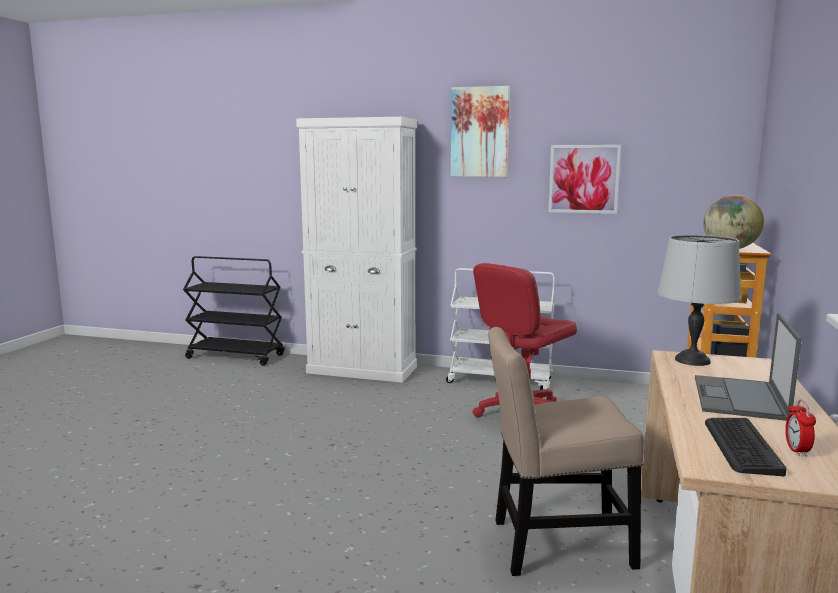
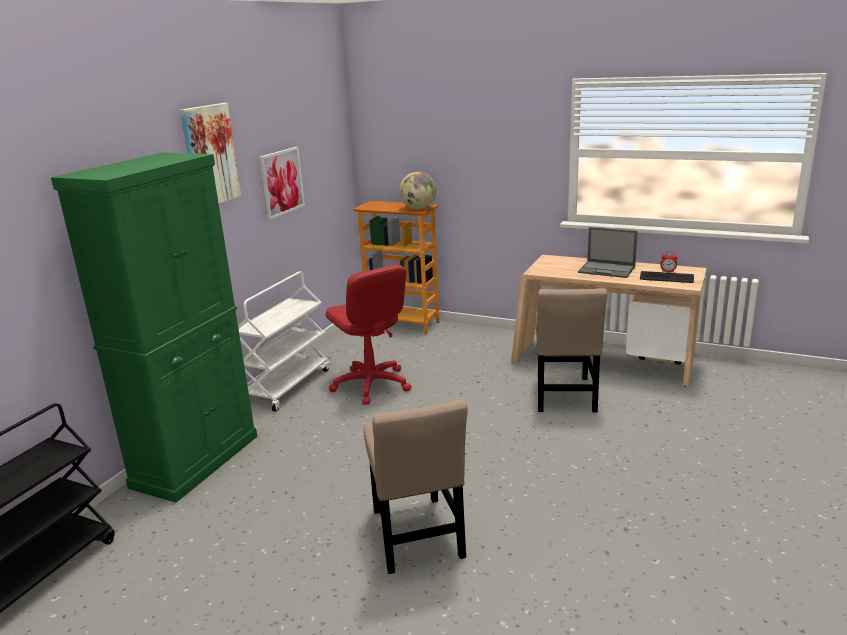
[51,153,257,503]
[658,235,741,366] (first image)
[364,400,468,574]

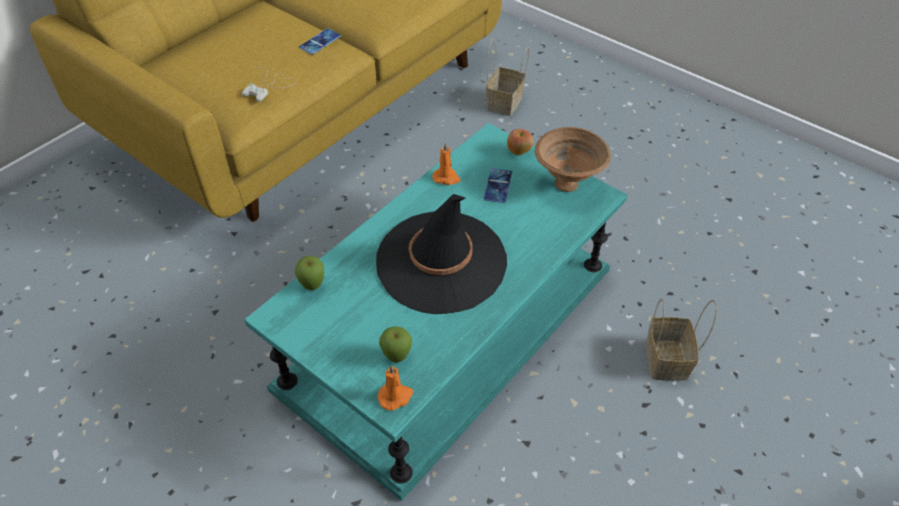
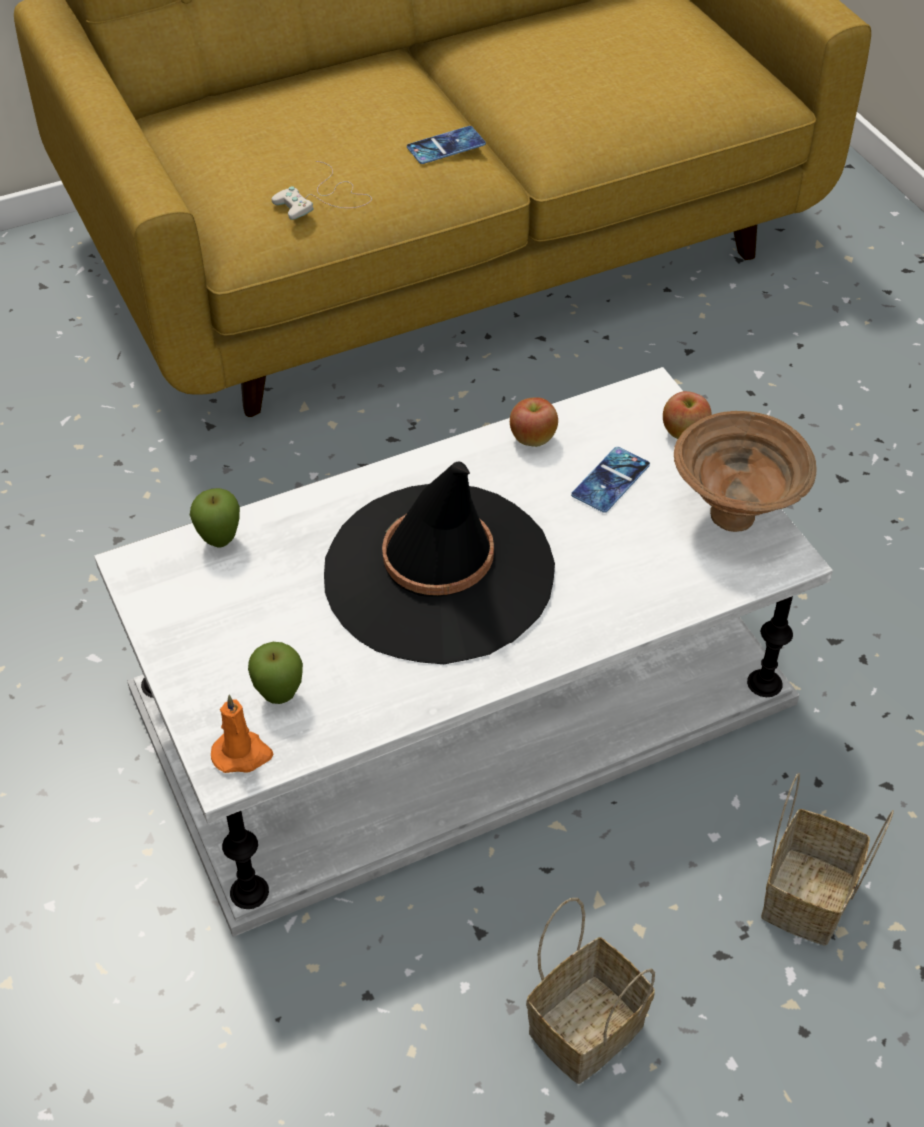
[526,898,655,1084]
[94,367,833,937]
[510,397,558,447]

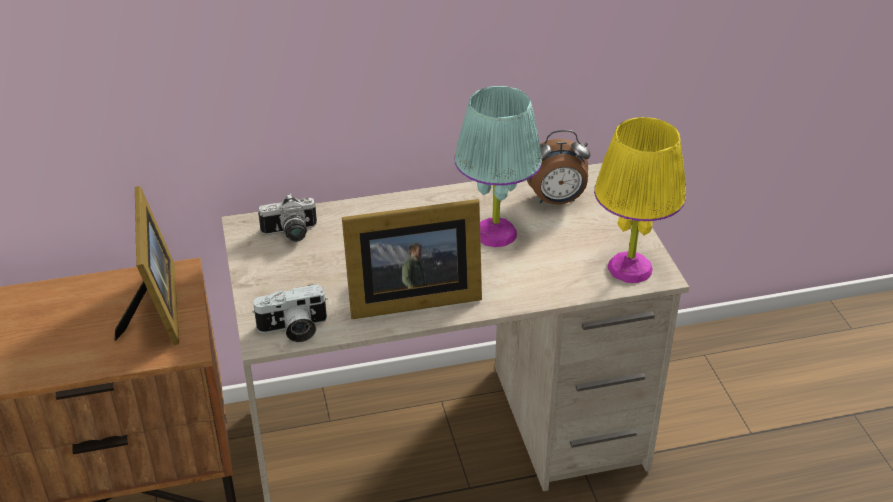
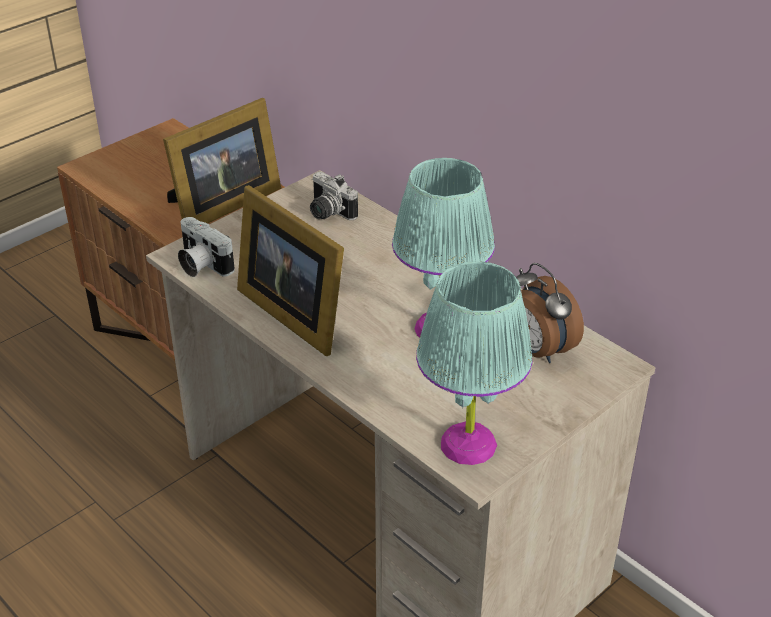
[416,261,533,465]

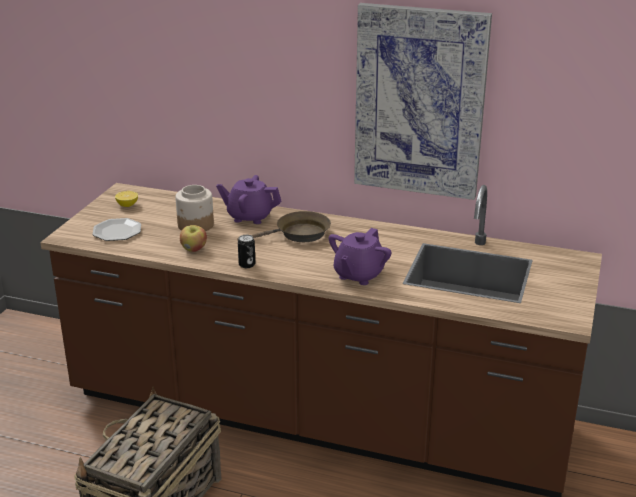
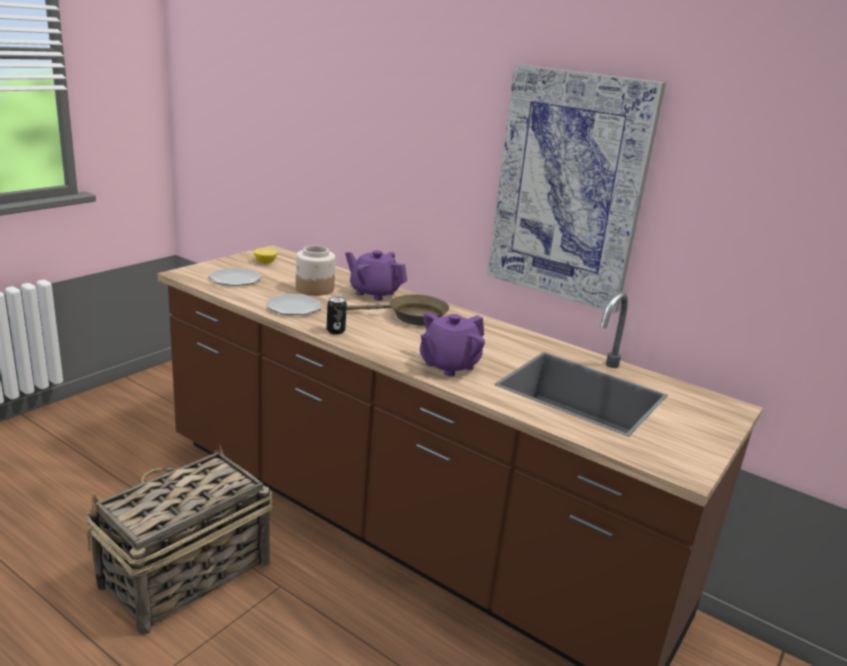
[267,294,321,315]

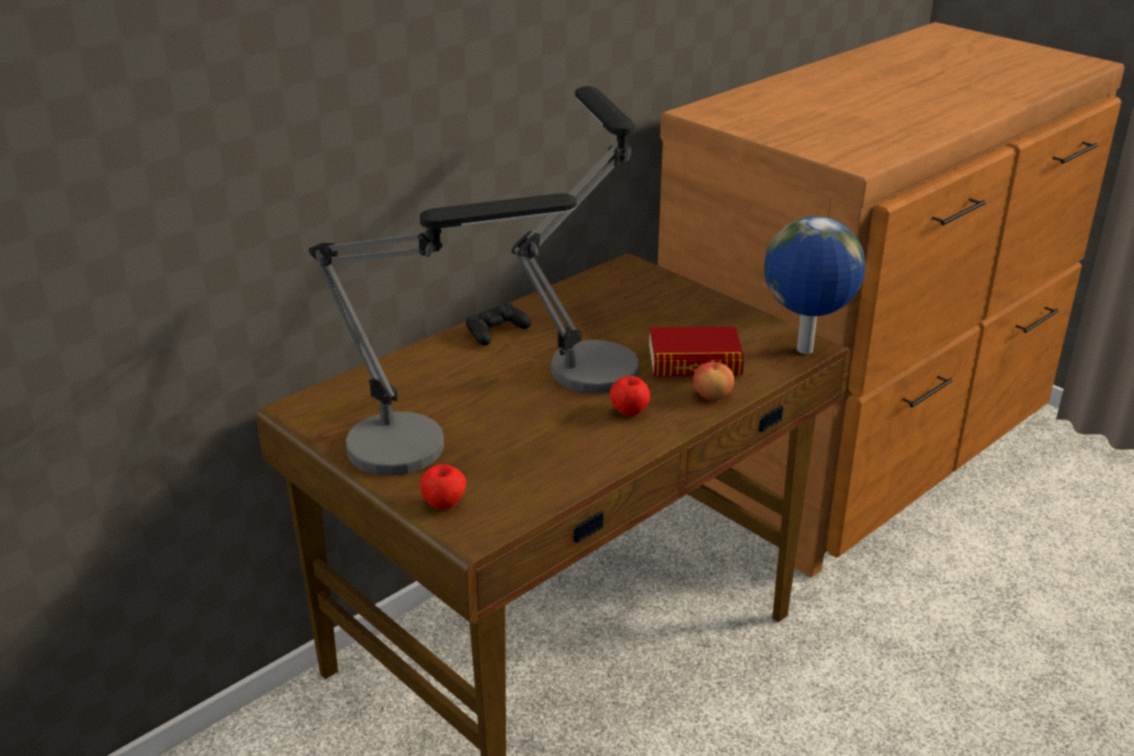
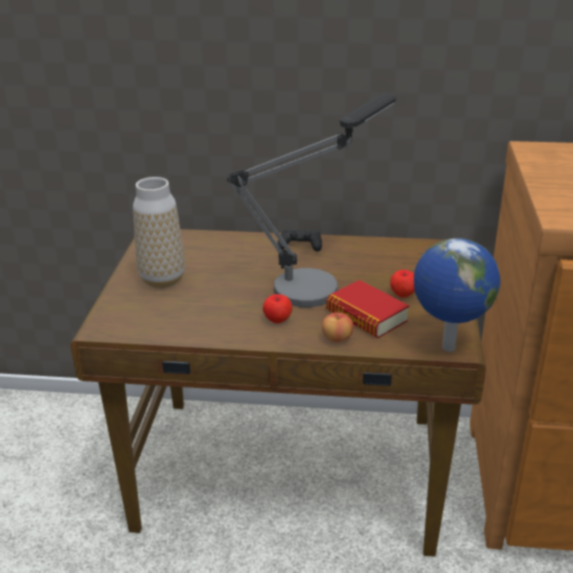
[133,177,185,288]
[390,270,415,298]

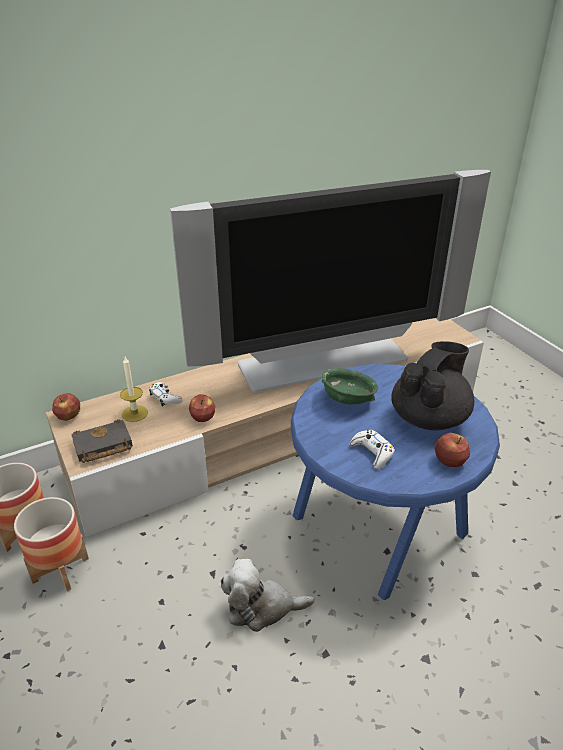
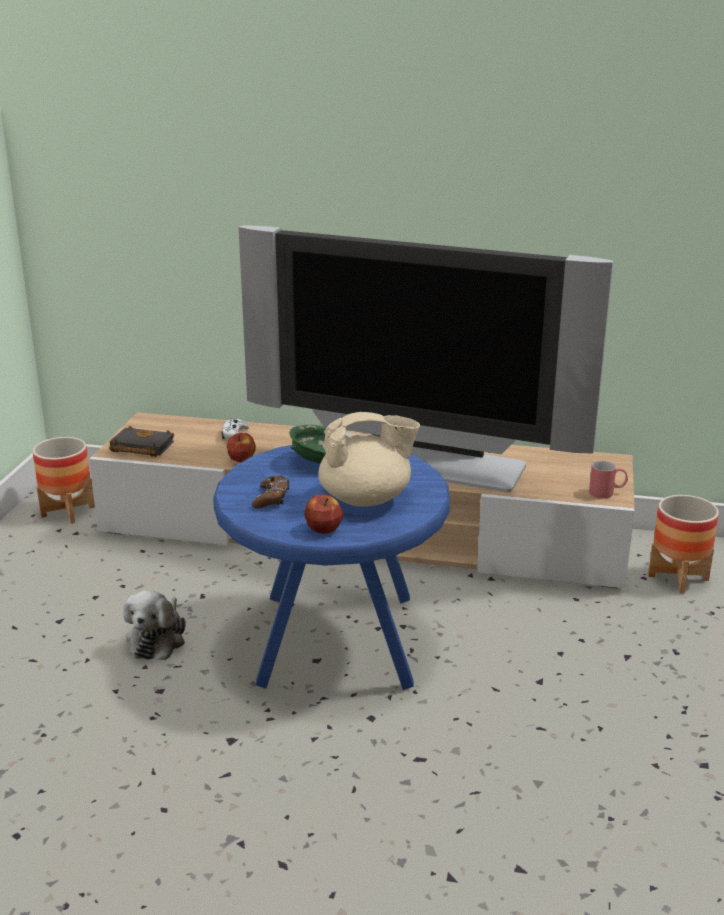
[318,412,420,507]
[120,357,148,422] (first image)
[52,393,80,421] (first image)
[252,475,289,509]
[648,495,719,594]
[123,590,186,660]
[589,461,628,499]

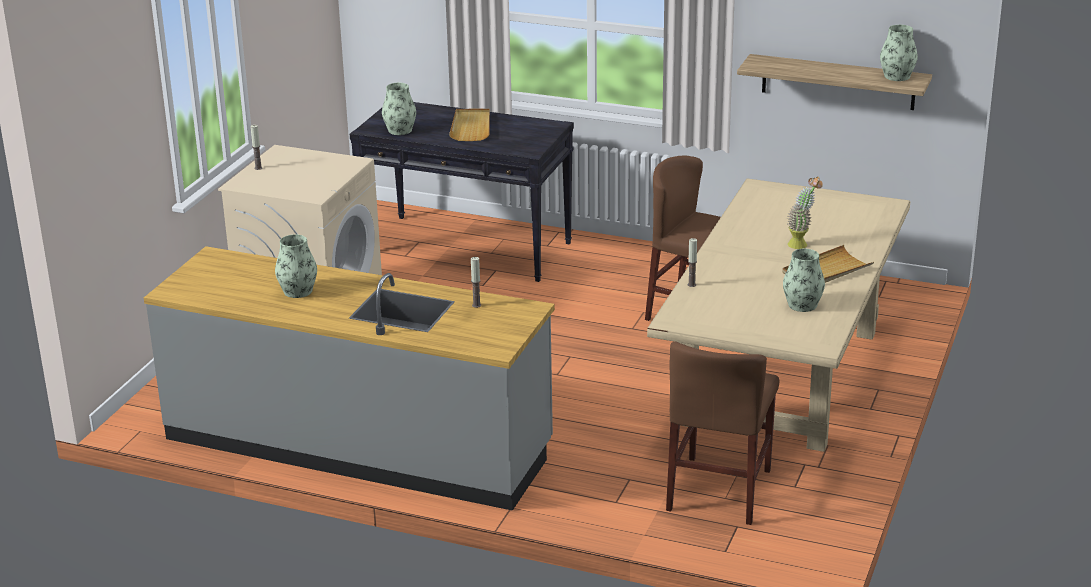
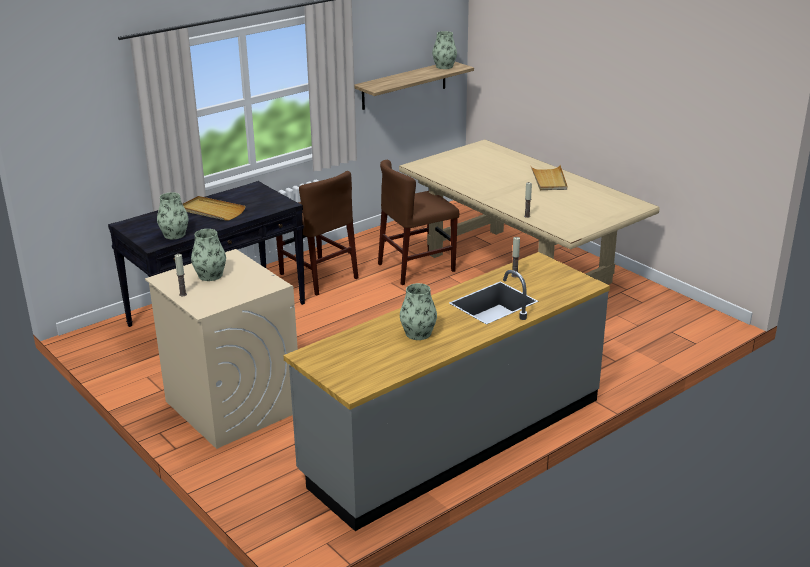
[787,176,823,249] (first image)
[191,229,226,281]
[276,171,358,296]

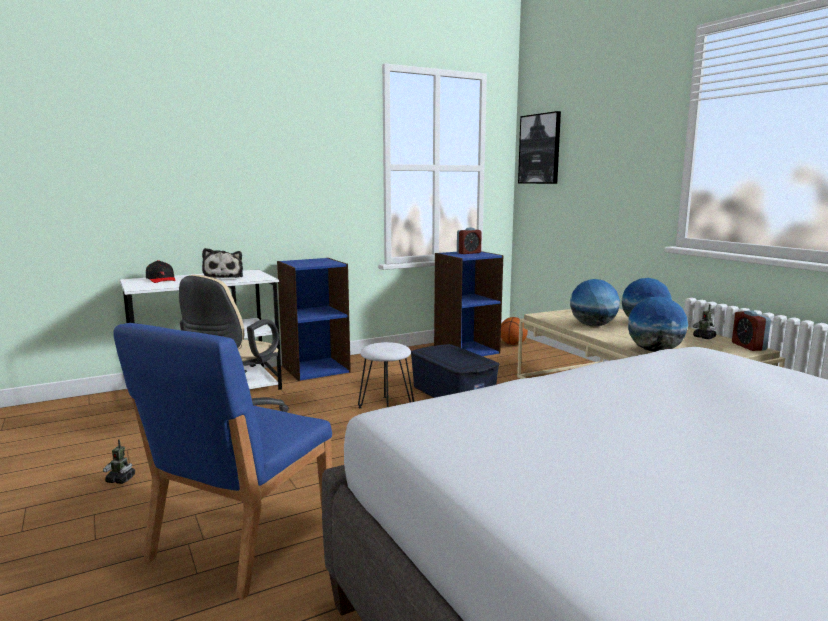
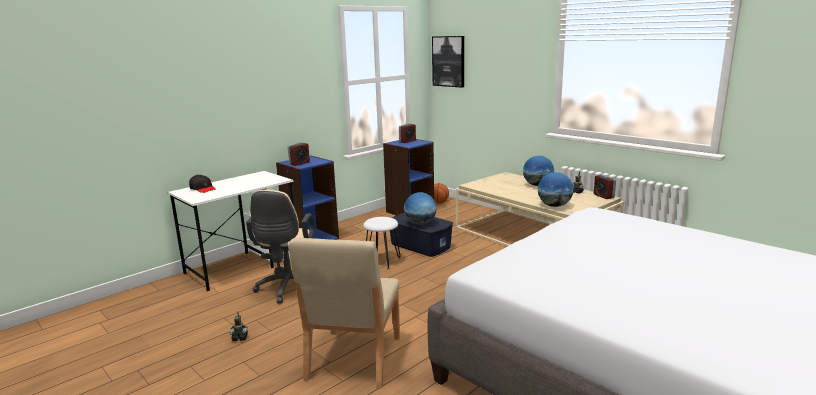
[202,248,243,278] (first image)
[404,192,436,225]
[288,238,400,389]
[288,142,310,166]

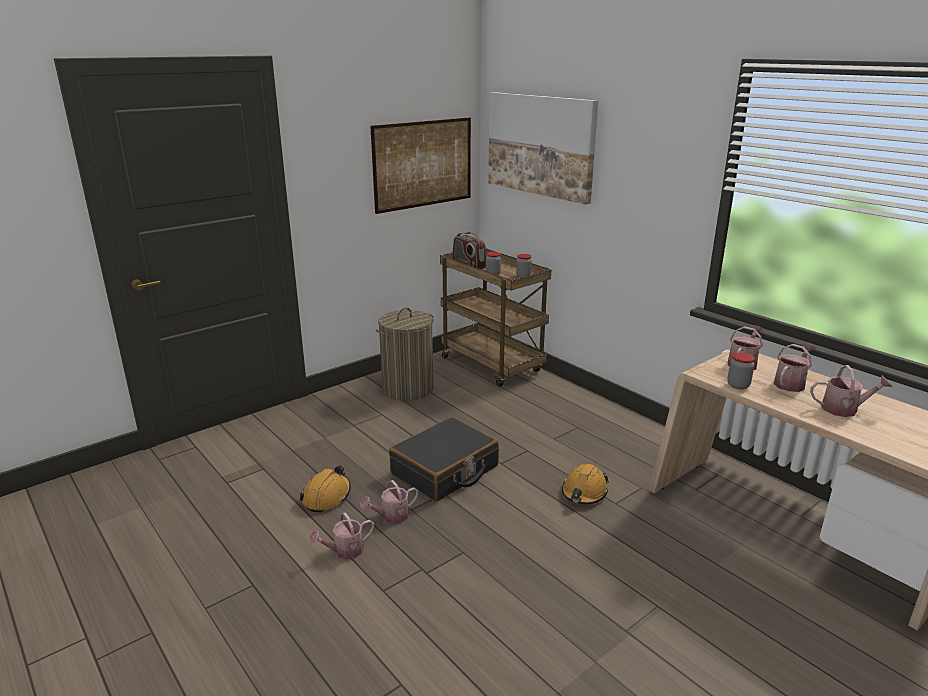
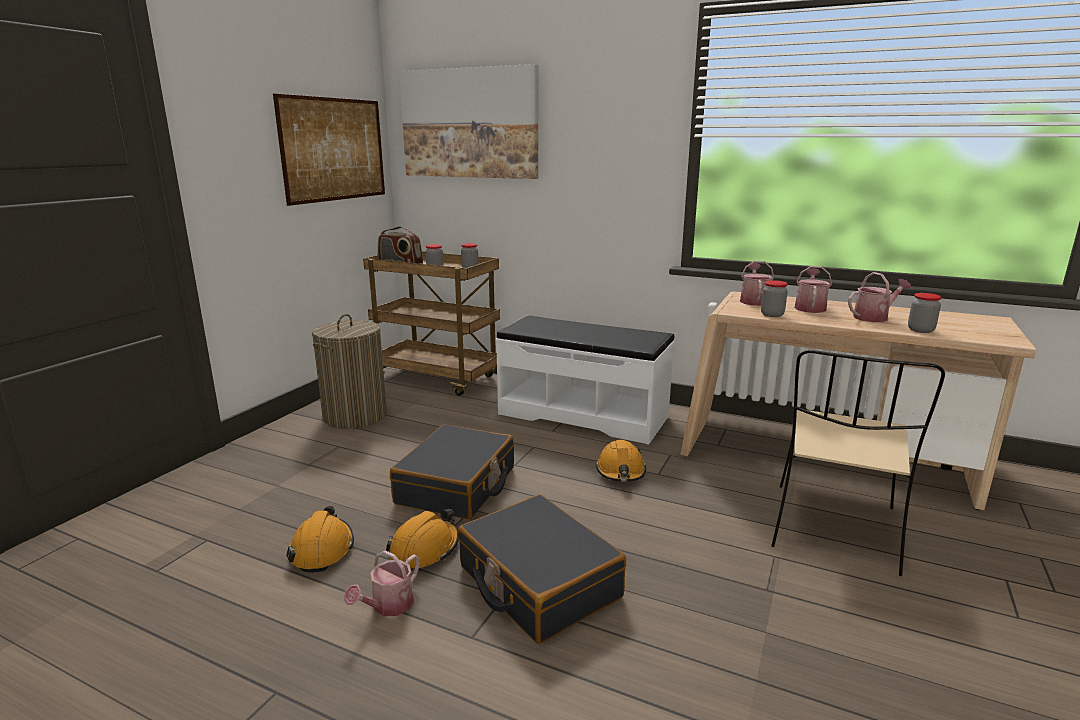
[386,509,459,571]
[908,293,942,333]
[495,315,675,445]
[771,350,945,576]
[458,494,626,644]

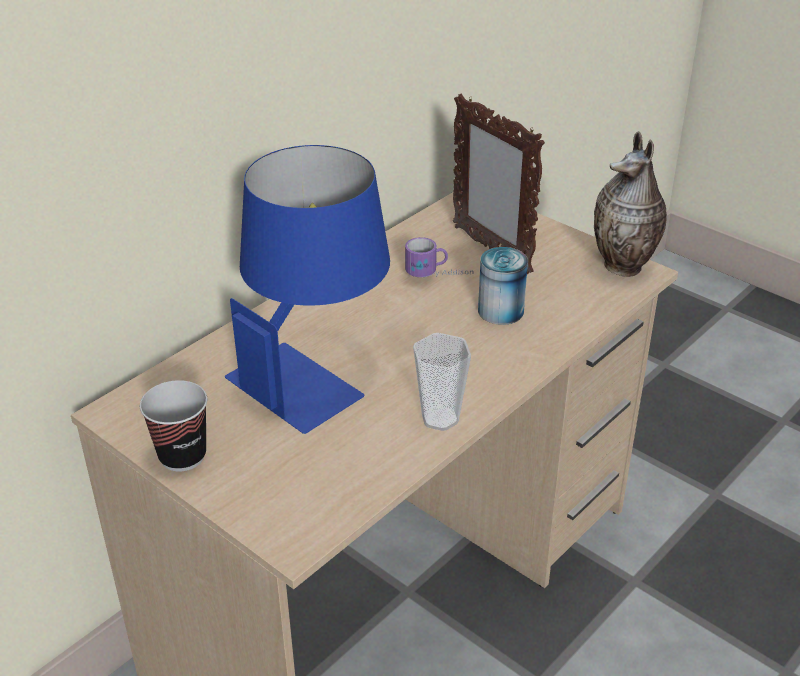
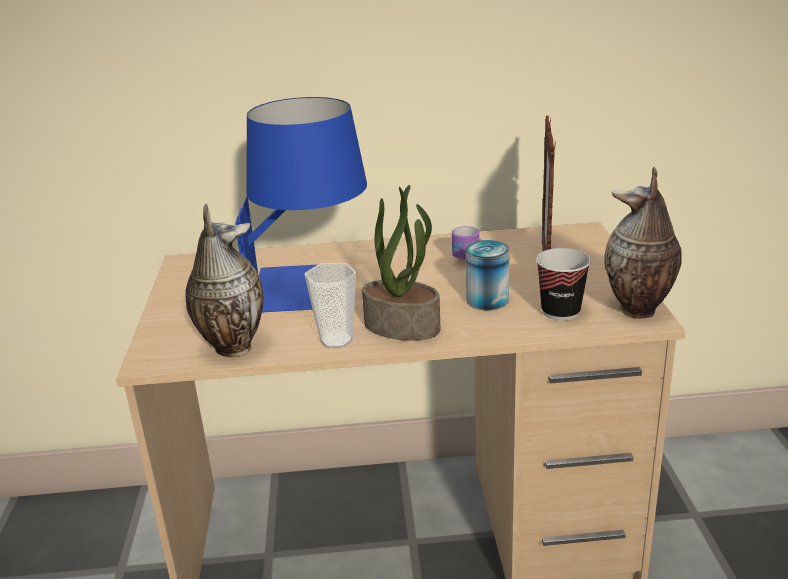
[536,248,591,321]
[362,185,440,340]
[185,204,263,357]

